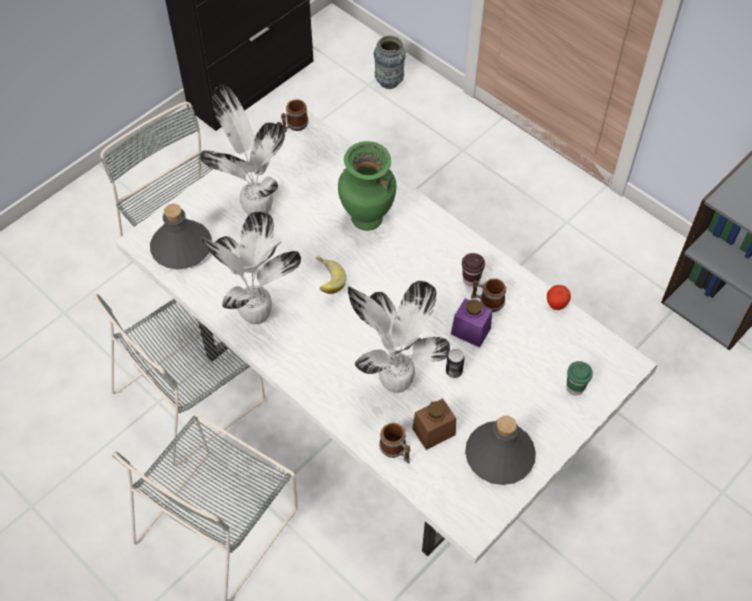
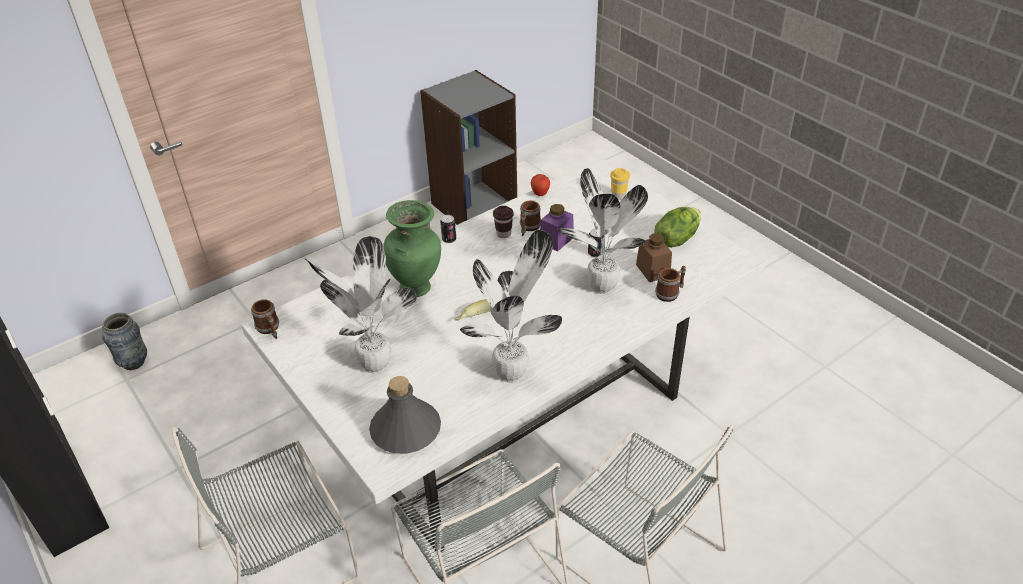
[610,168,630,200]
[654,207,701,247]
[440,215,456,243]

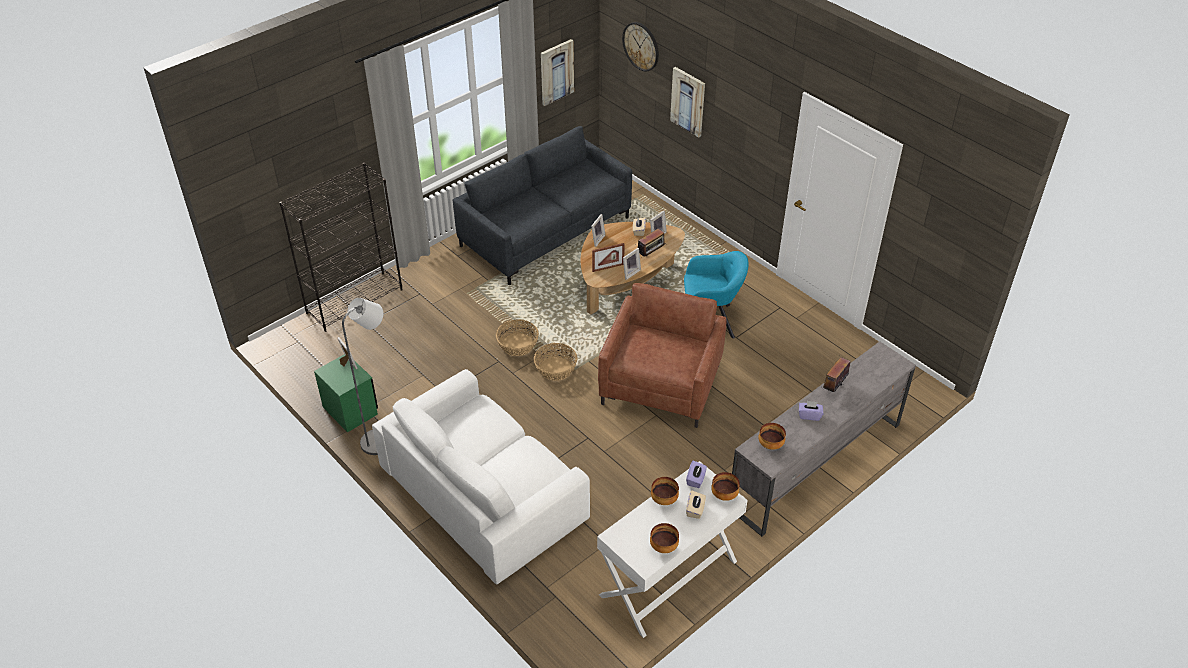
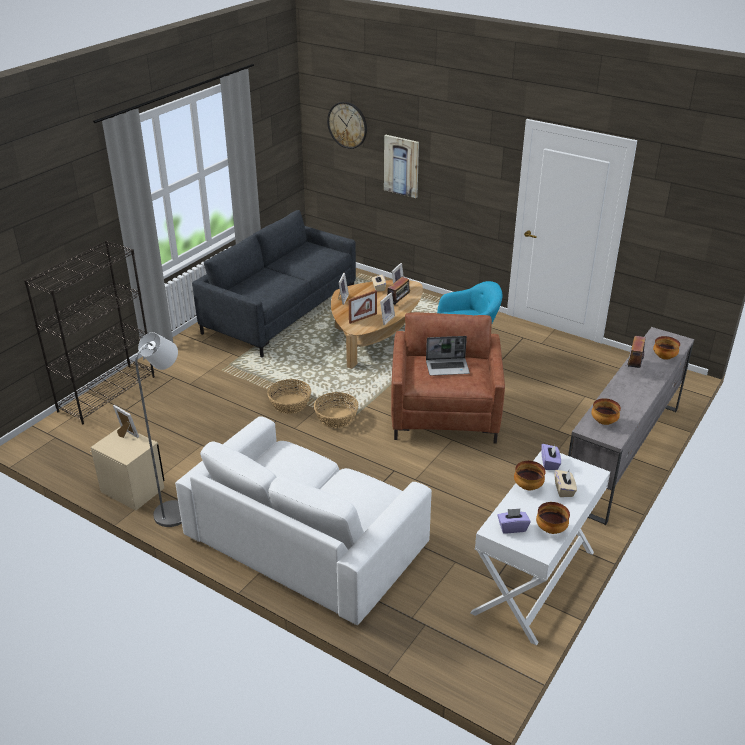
[541,39,574,106] (first image)
[90,426,164,511]
[497,509,531,534]
[653,336,680,360]
[426,336,470,376]

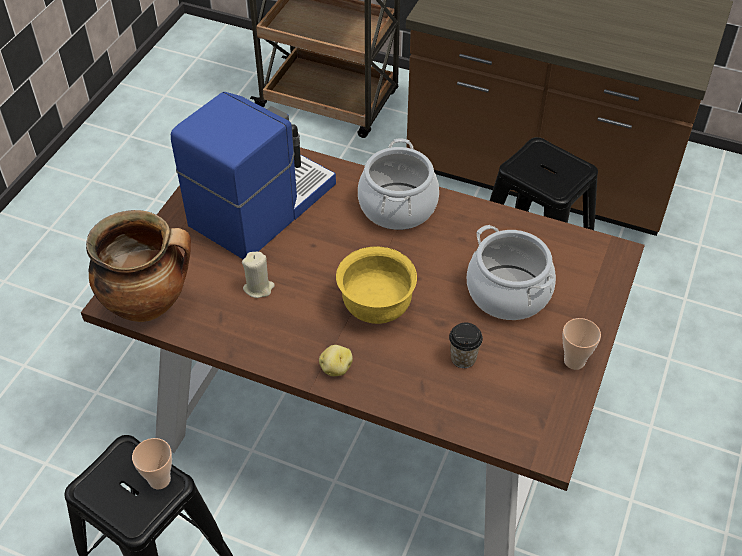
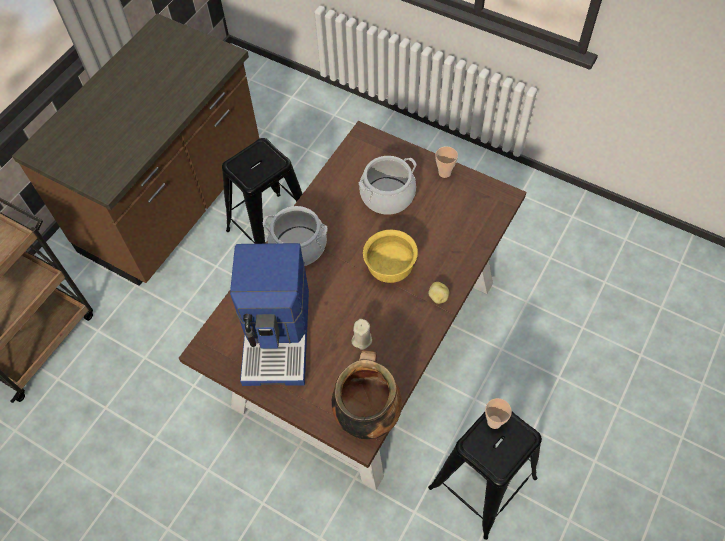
[230,243,309,386]
[449,323,483,368] (first image)

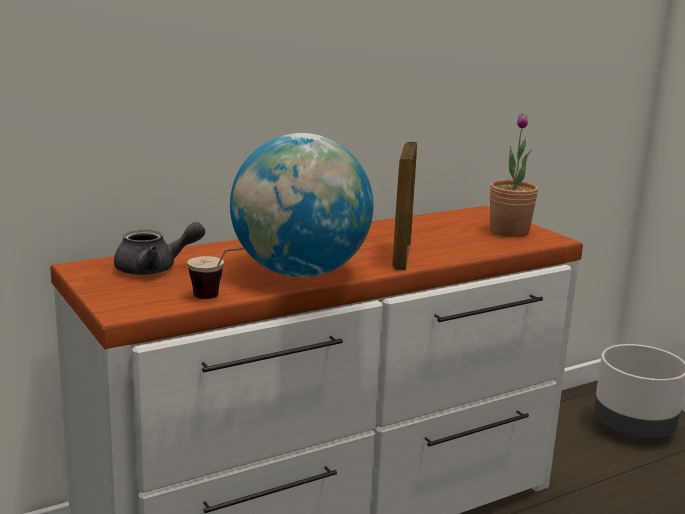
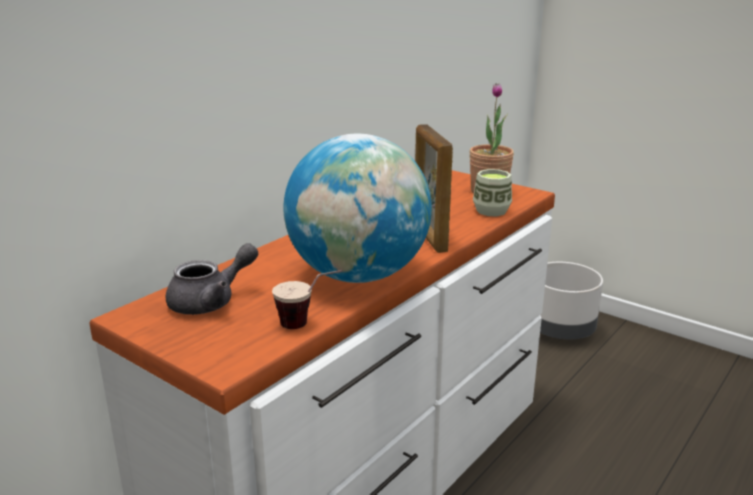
[473,169,512,216]

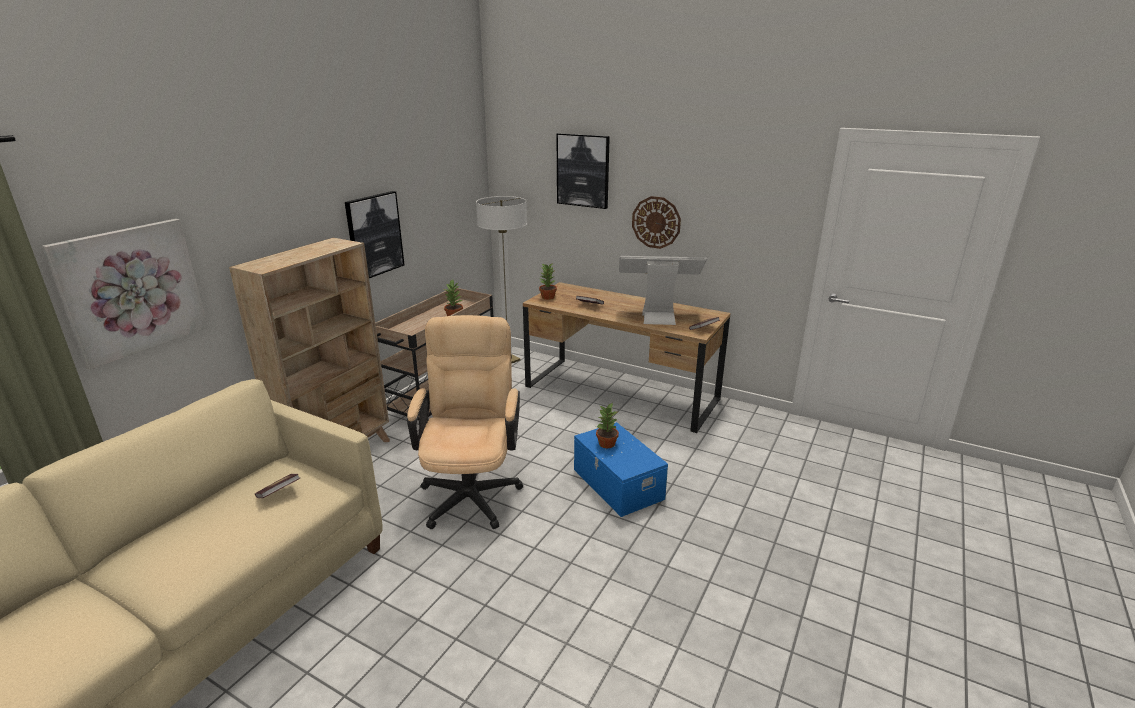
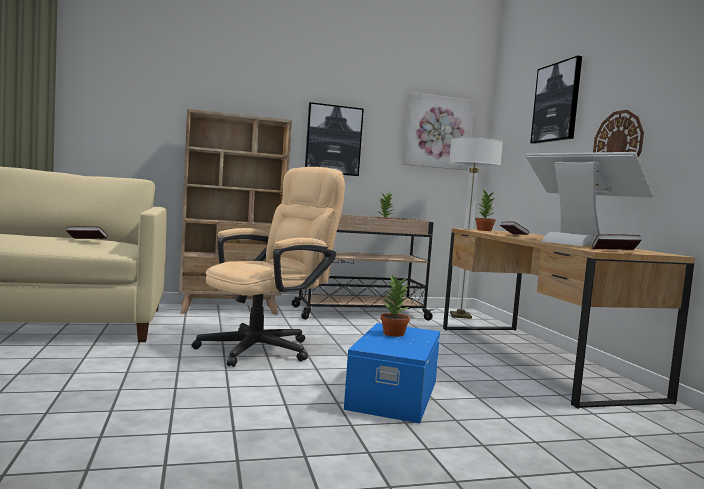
[403,92,475,170]

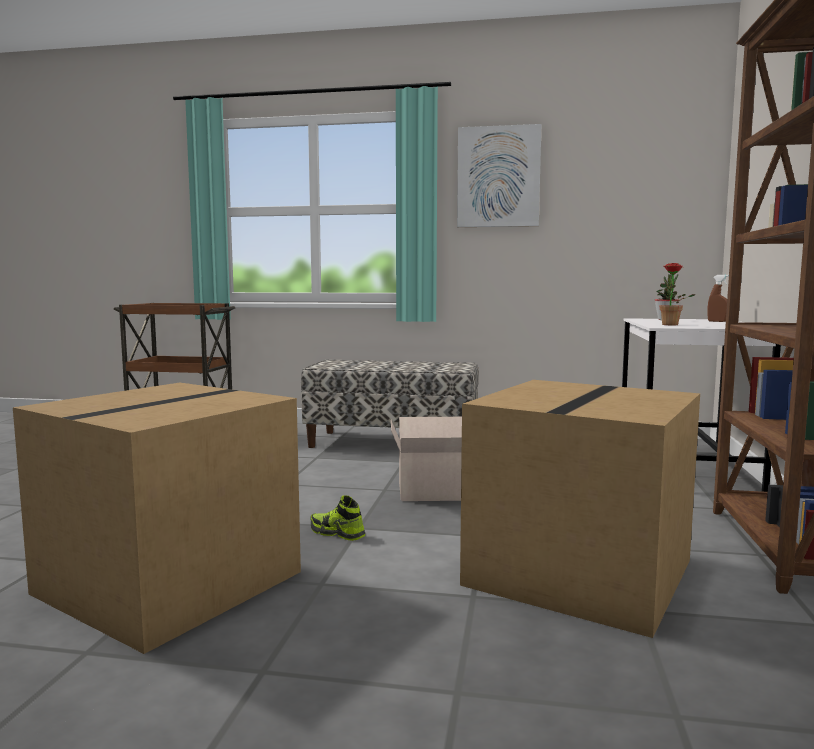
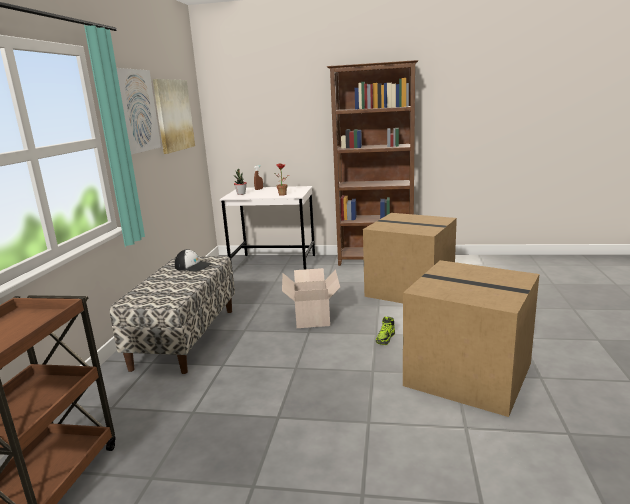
[153,79,195,154]
[175,249,212,272]

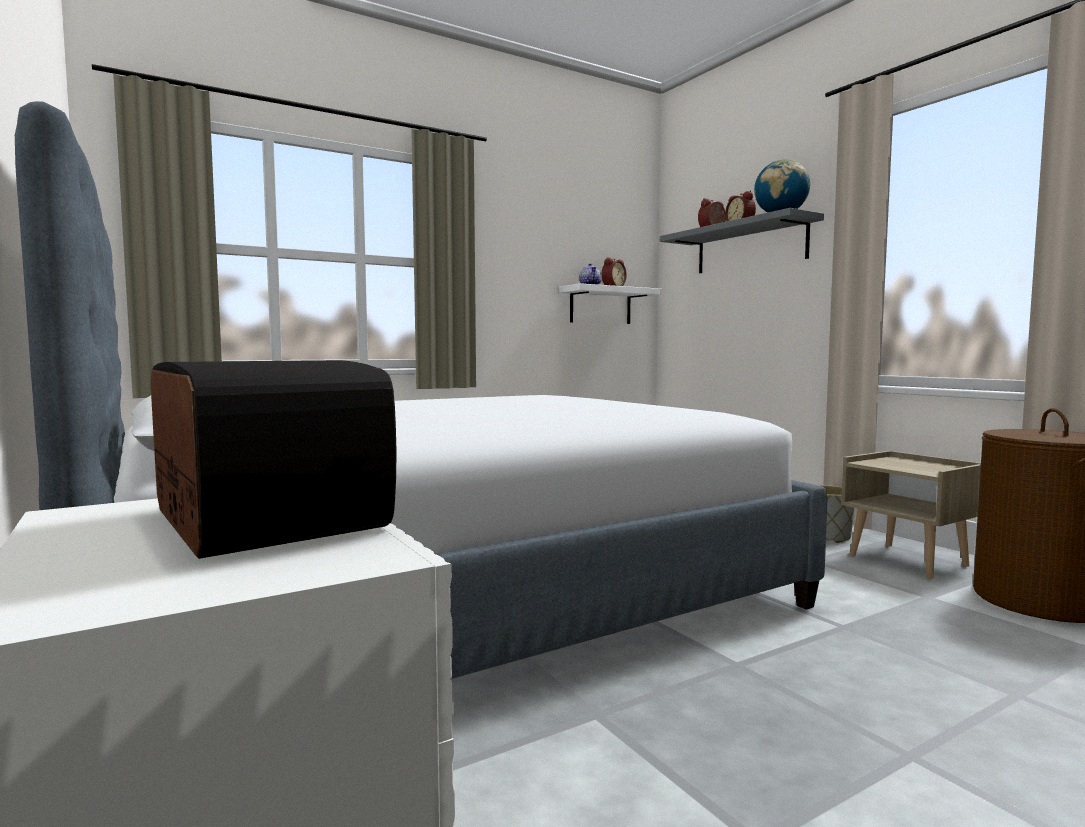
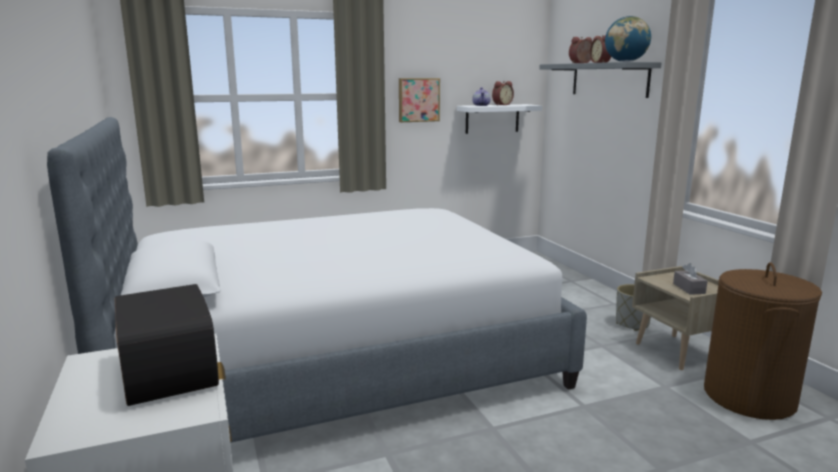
[399,78,440,122]
[673,263,708,295]

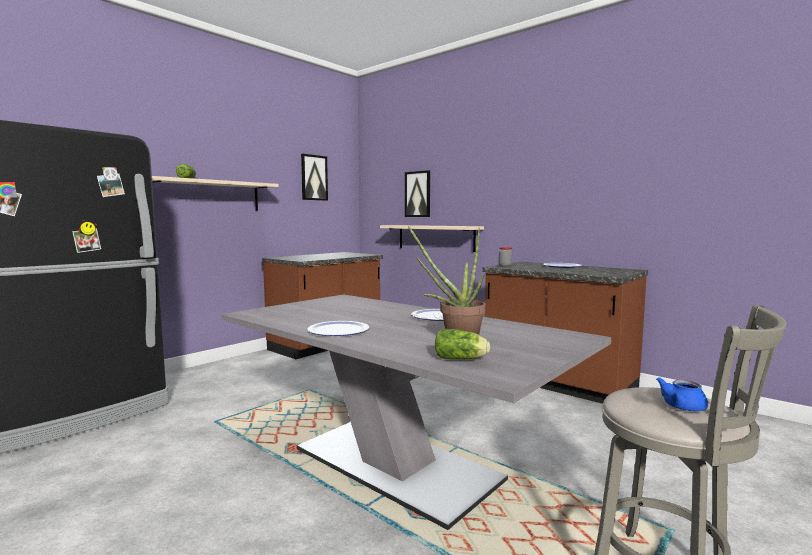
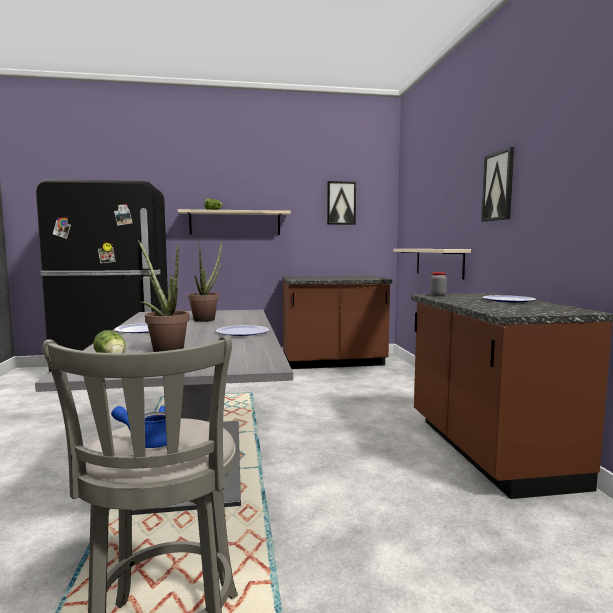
[481,147,514,222]
[188,242,222,322]

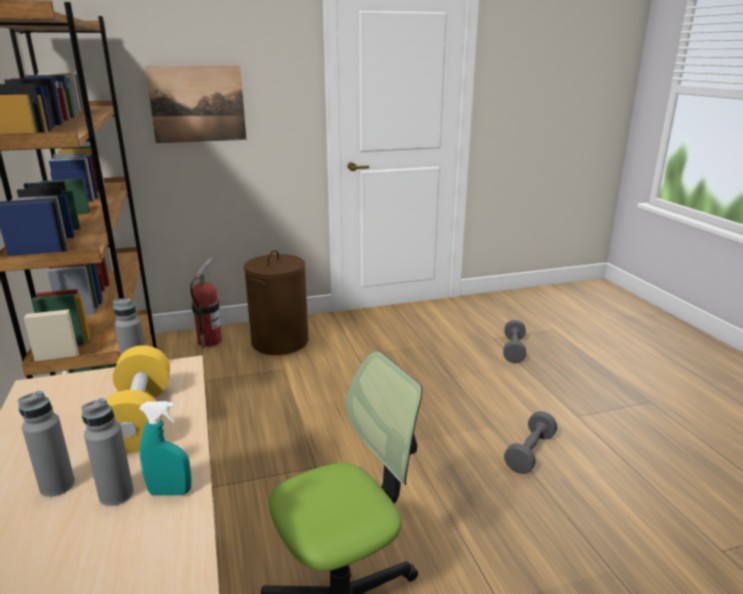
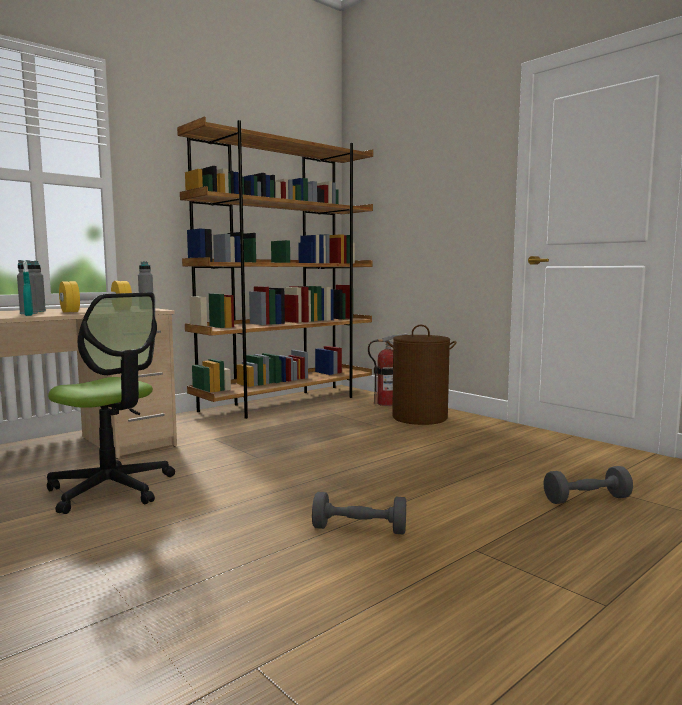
[145,66,246,143] (first image)

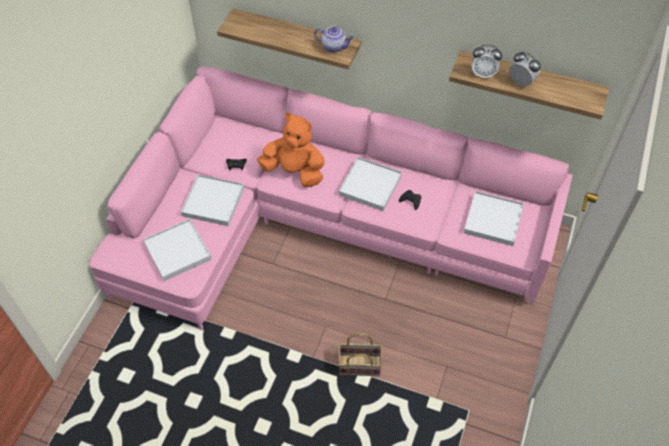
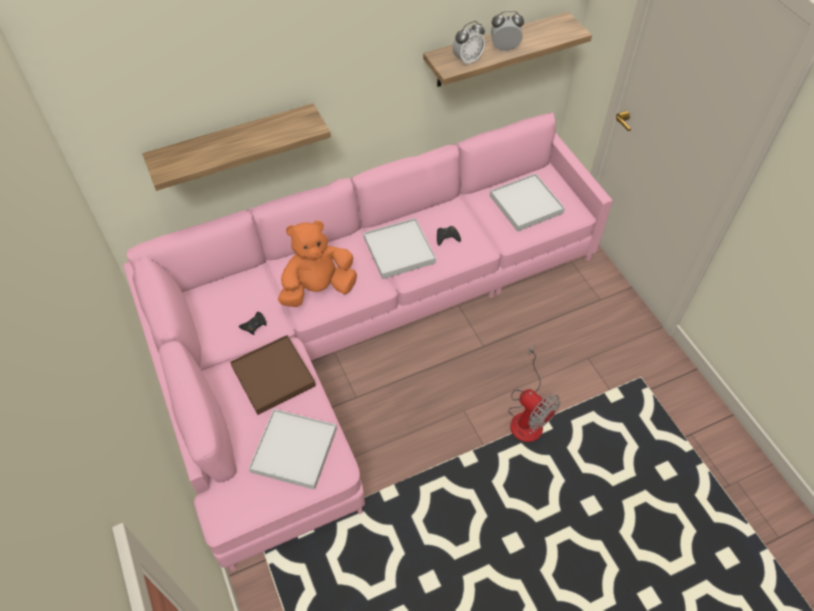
[314,26,354,53] (first image)
[230,335,316,415]
[508,344,560,442]

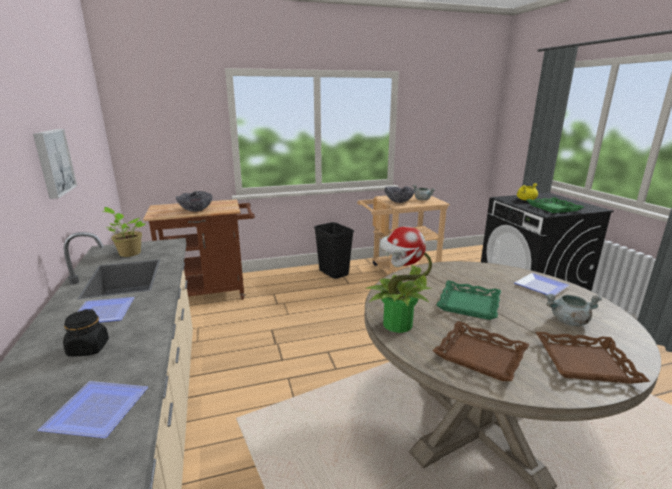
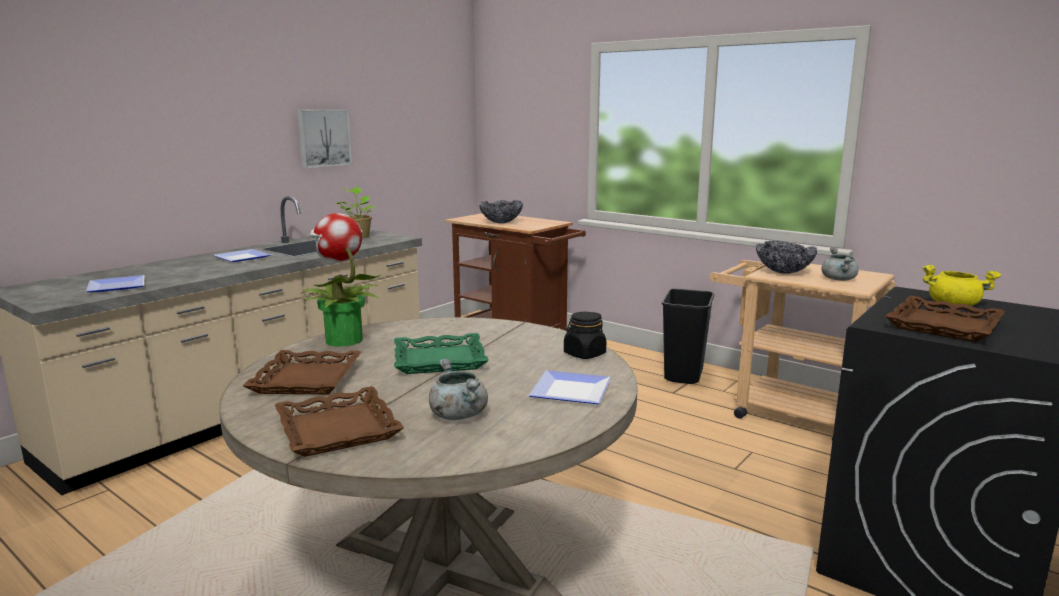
[885,296,1005,342]
[564,312,606,359]

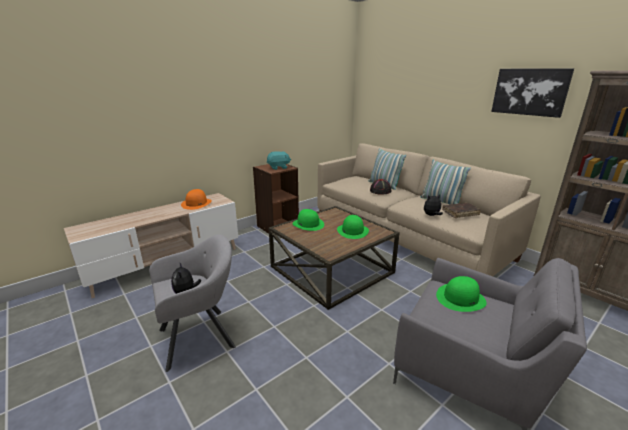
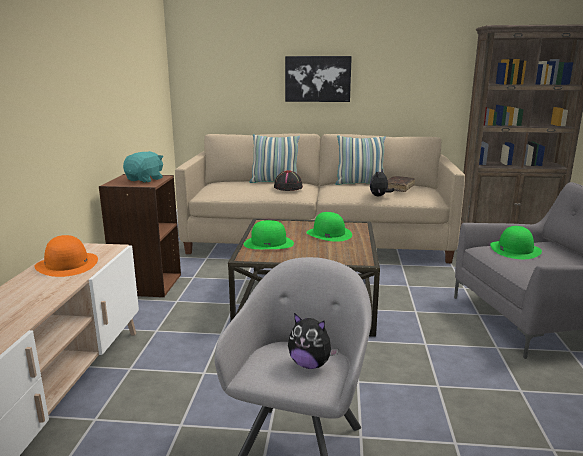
[285,56,352,102]

